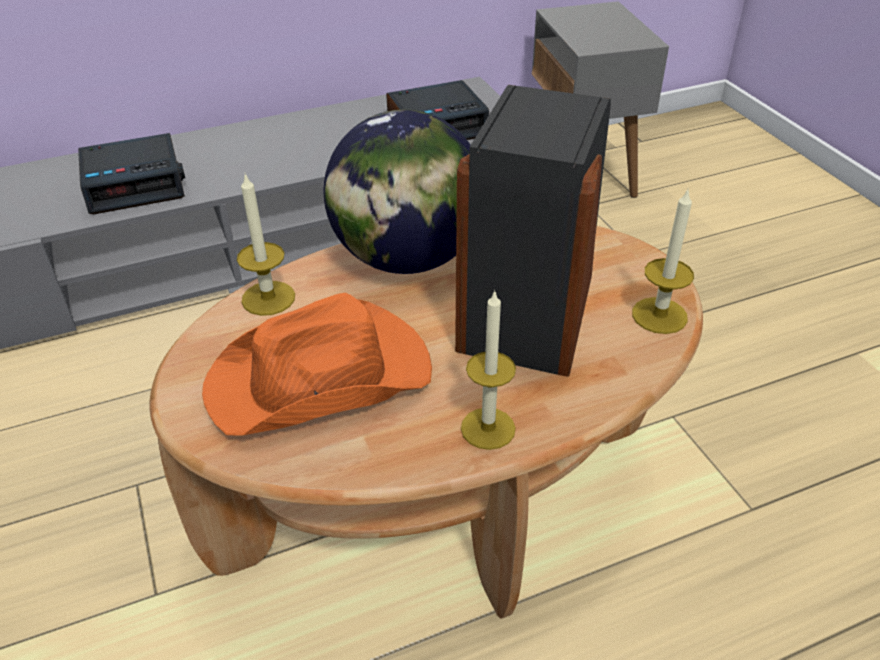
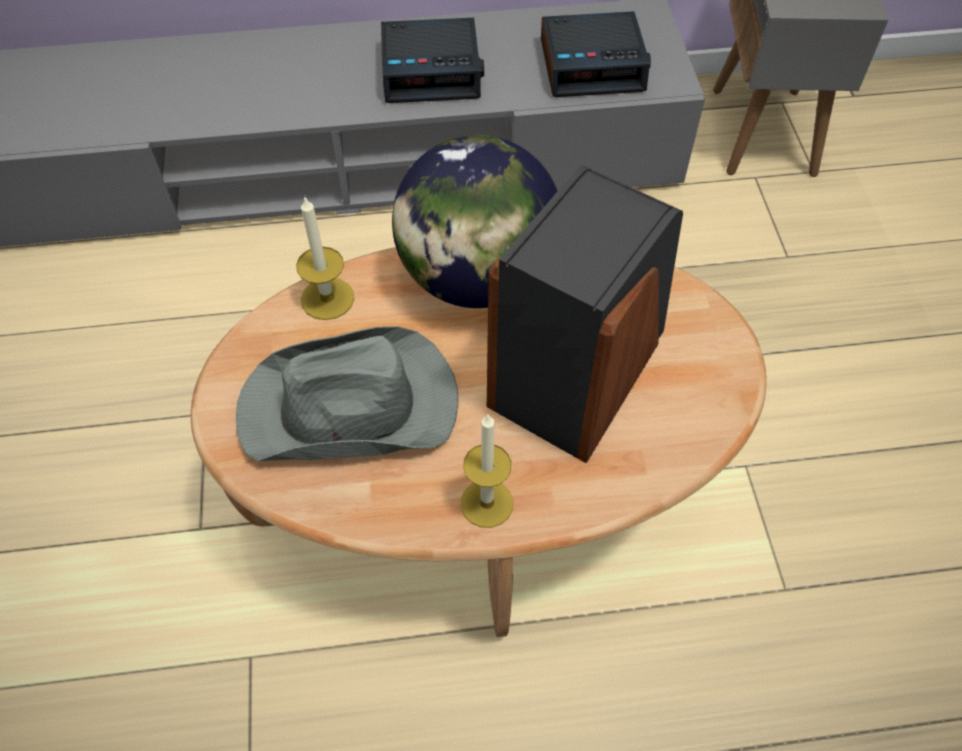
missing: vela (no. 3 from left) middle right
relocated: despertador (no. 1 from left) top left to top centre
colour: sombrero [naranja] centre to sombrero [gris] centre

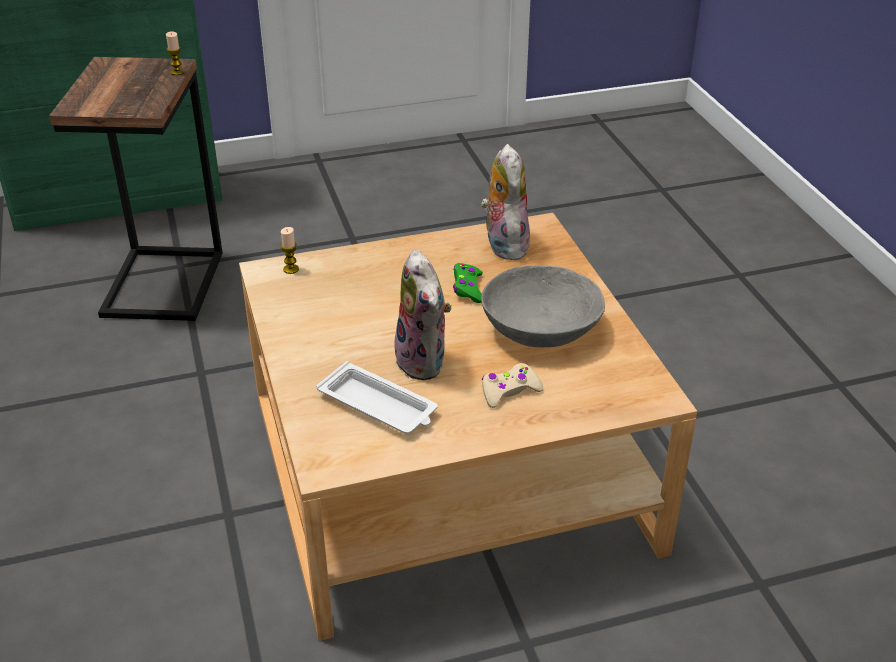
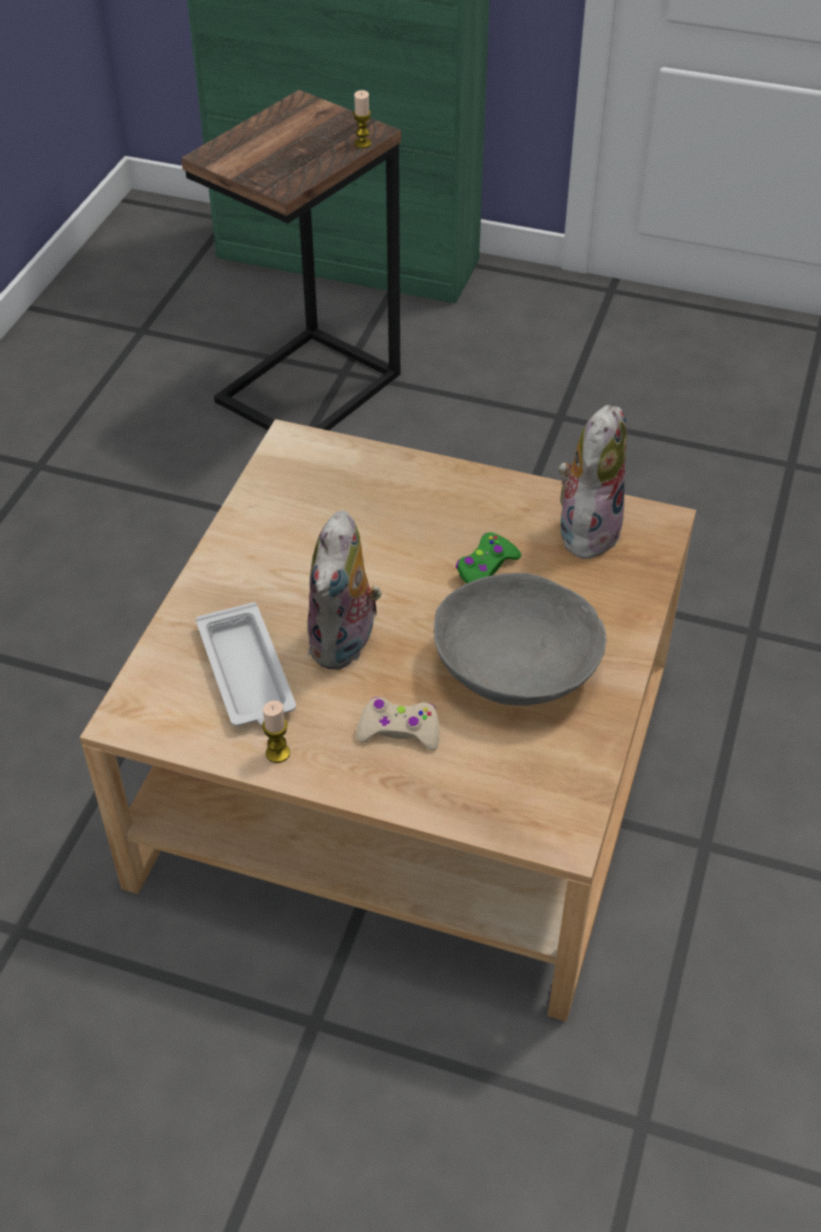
relocated: vela (no. 2 from left in the first image) middle left to vela (no. 1 from left) centre

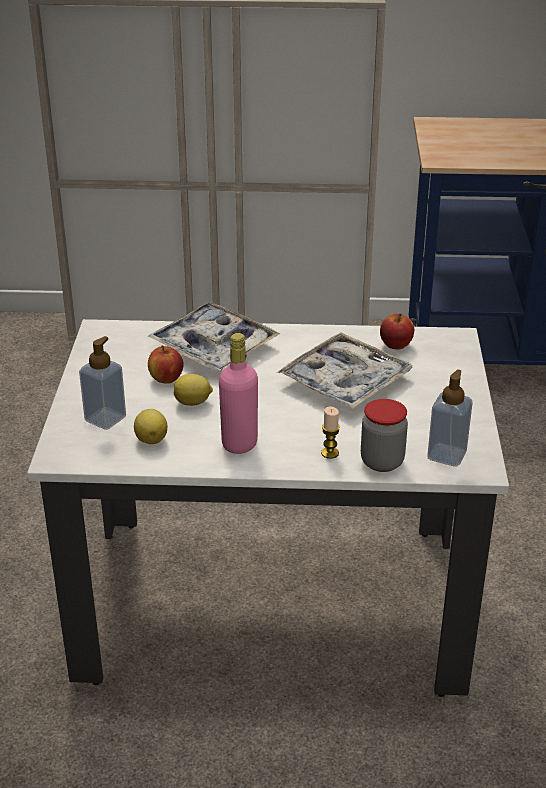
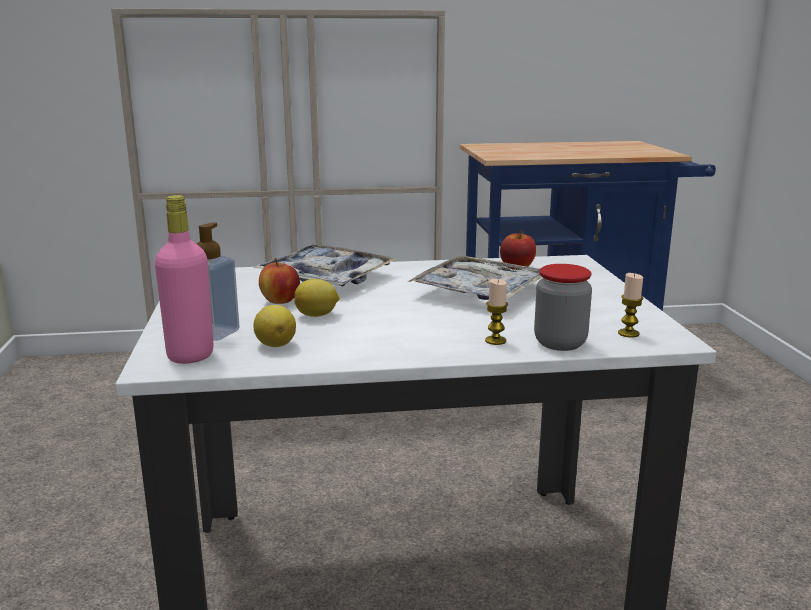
relocated: botella [rosa] centre to middle left
exchanged: dispensador de jabón (no. 2 from left) middle right to vela (no. 2 from left) middle right

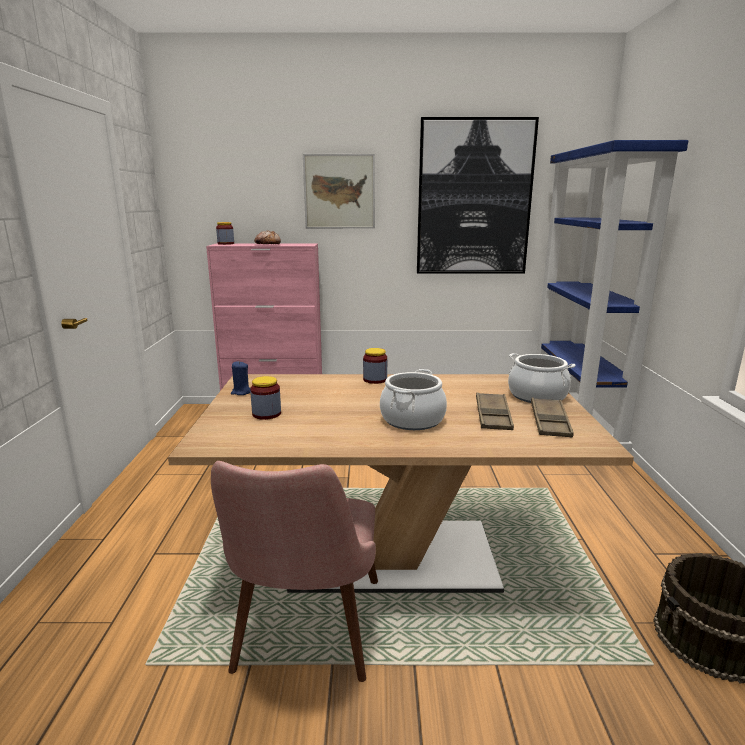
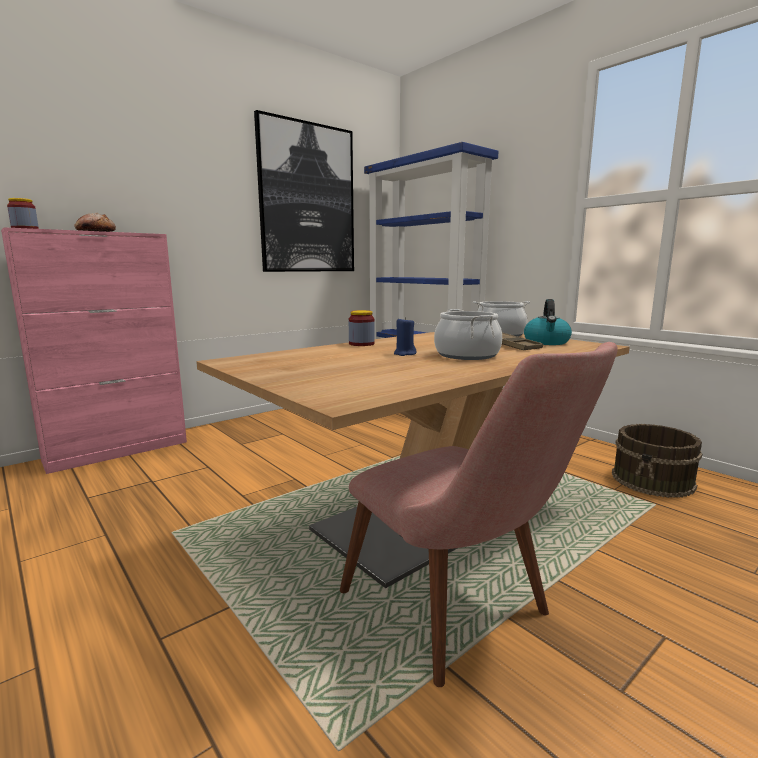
missing: tarro (no. 2 from left) centre; cuadro (no. 1 from left) top centre
relocated: vela [azul] middle left to centre
exchanged: bandeja [marrón] (no. 2 from left) middle right to hervidor middle right

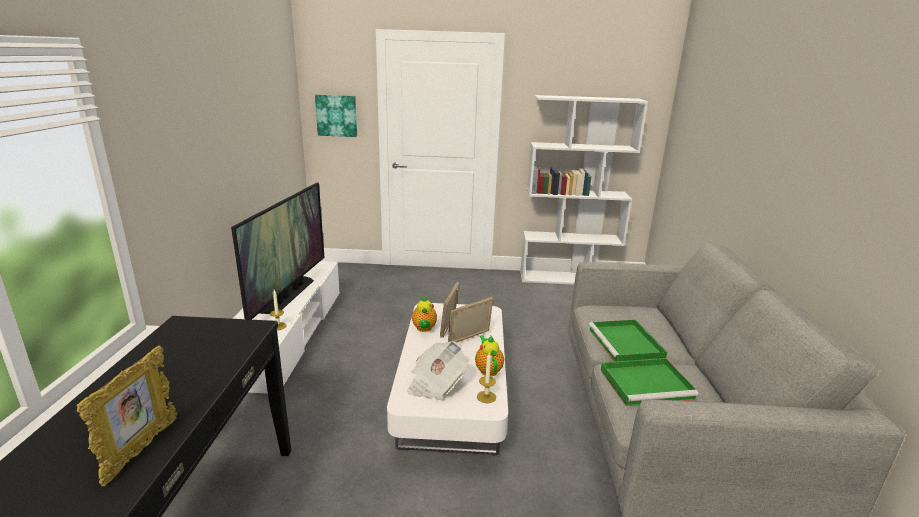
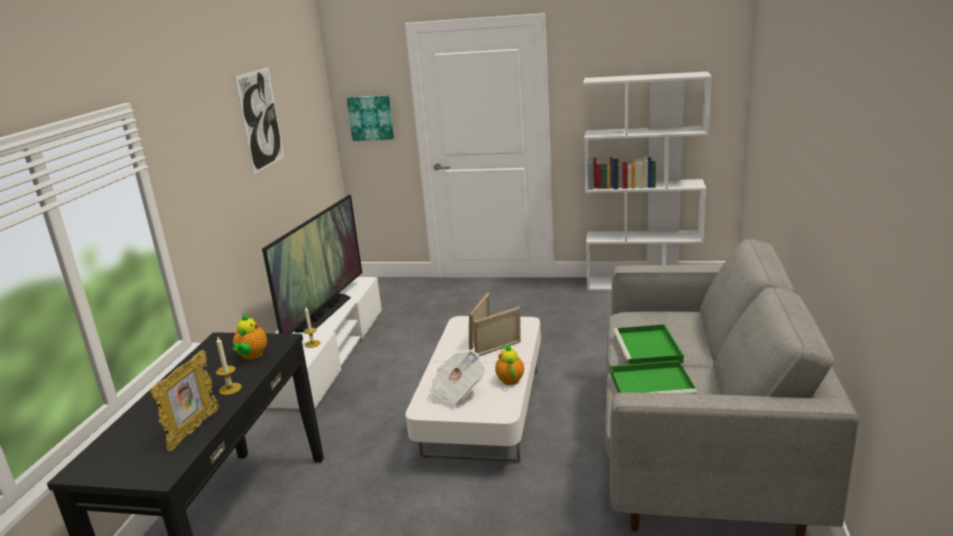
appeared: cuadro (no. 1 from left) top left
relocated: vela (no. 2 from left in the first image) bottom centre to vela (no. 1 from left) bottom left; tetera (no. 1 from left) centre to middle left

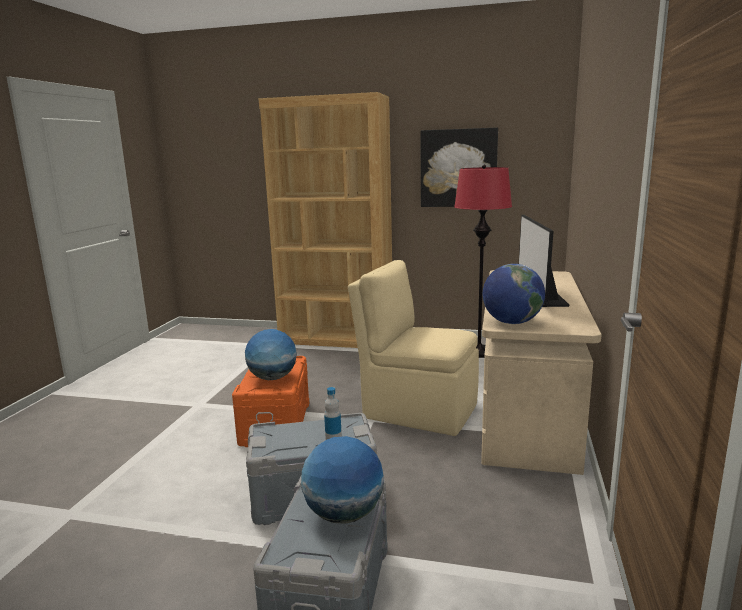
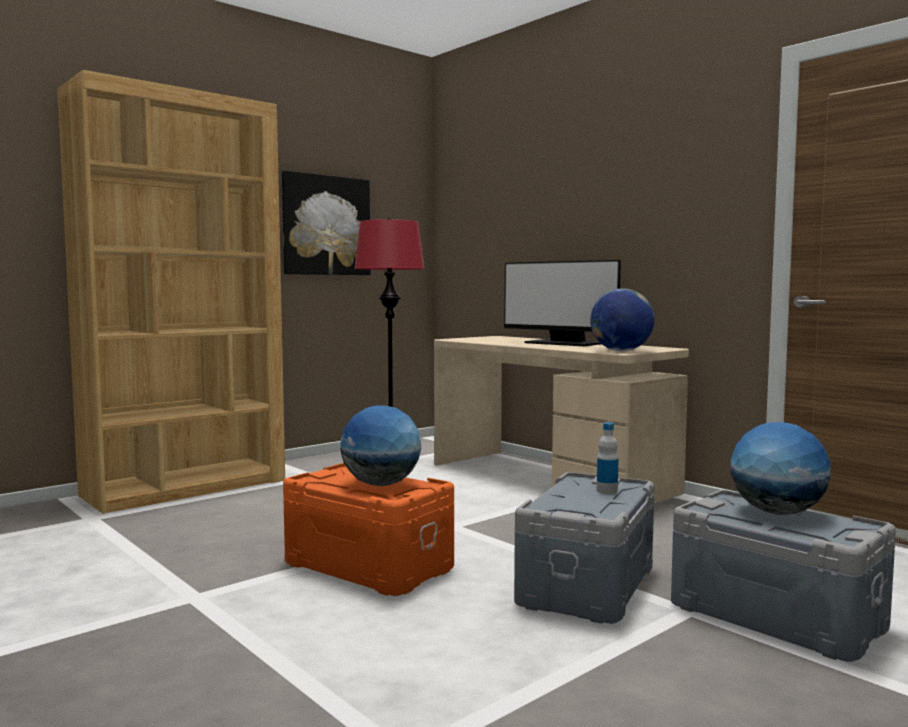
missing: silla [beis] centre

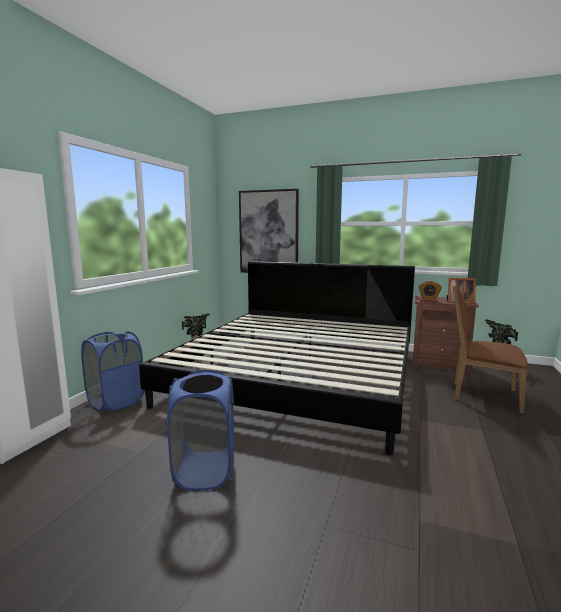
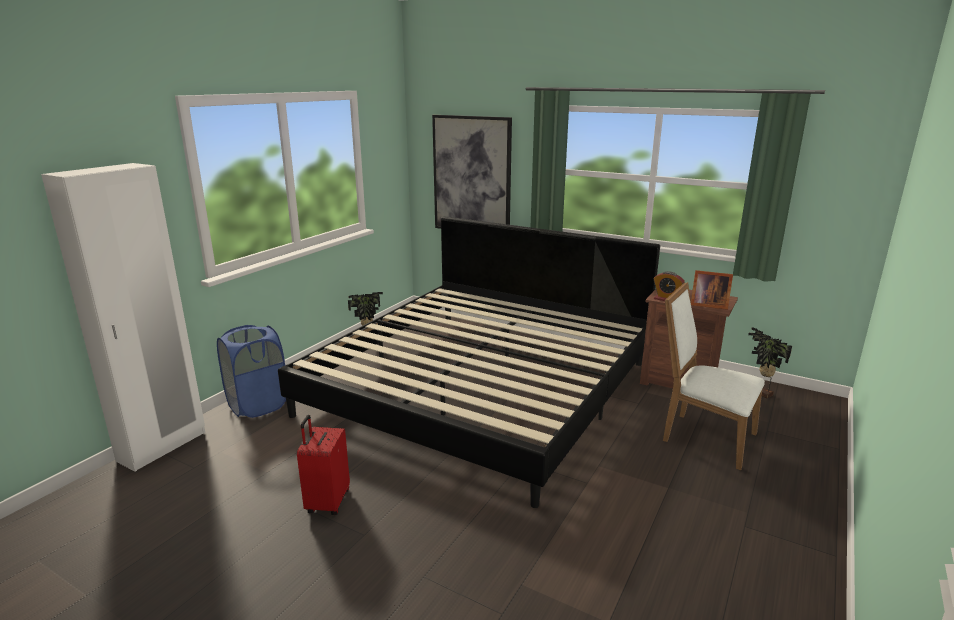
exchanged: cesto de la ropa [azul] (no. 2 from left) bottom centre to maleta [rojo] bottom centre
colour: silla [marrón] middle right to silla [blanco] middle right

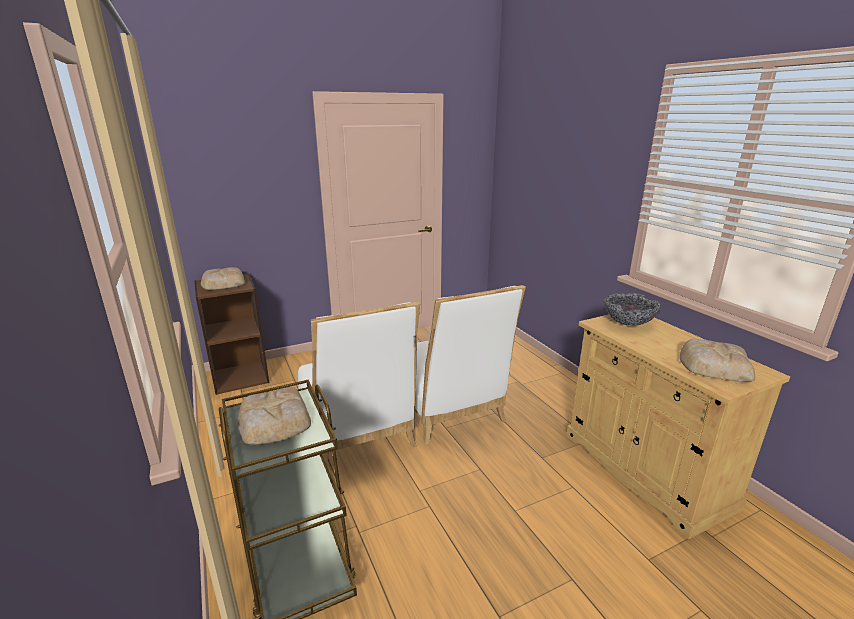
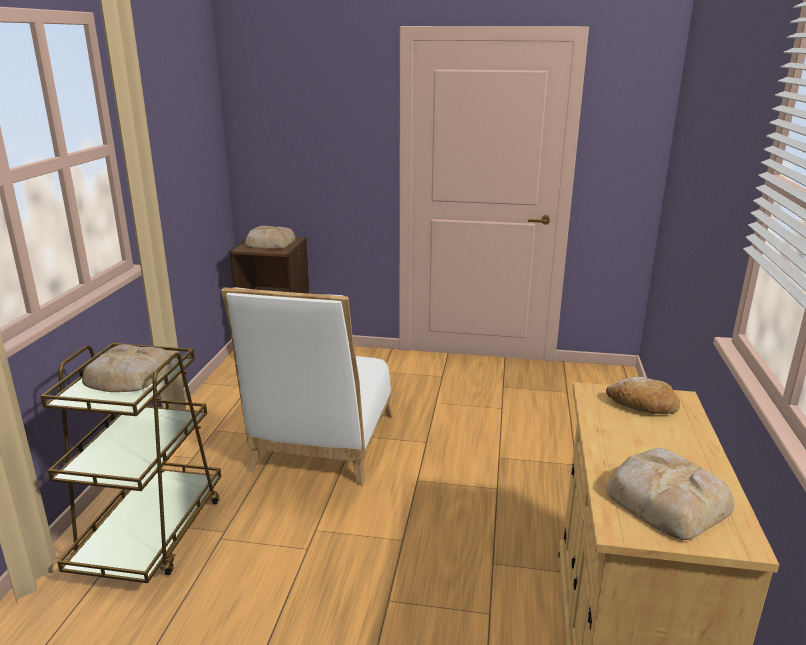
missing: silla [blanco] (no. 2 from left) centre
exchanged: cuenco middle right to pan (no. 3 from left) middle right

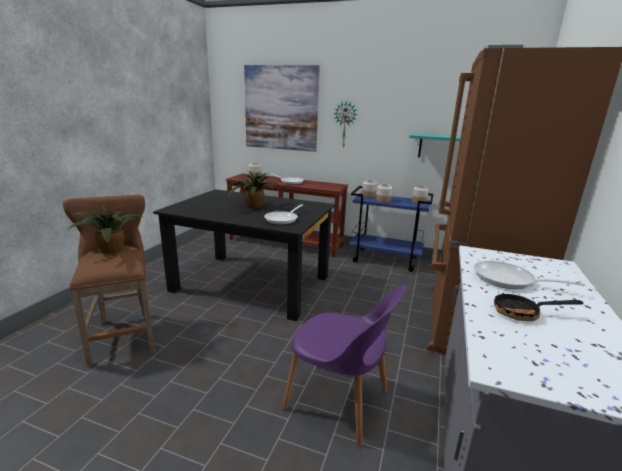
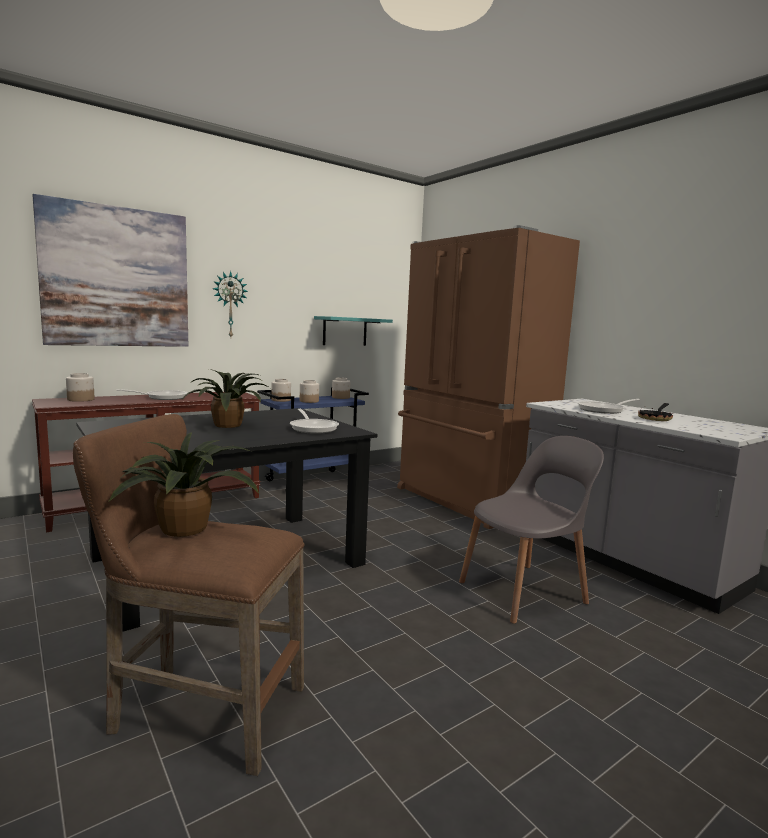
colour: silla [morado] bottom centre to silla [gris] middle right

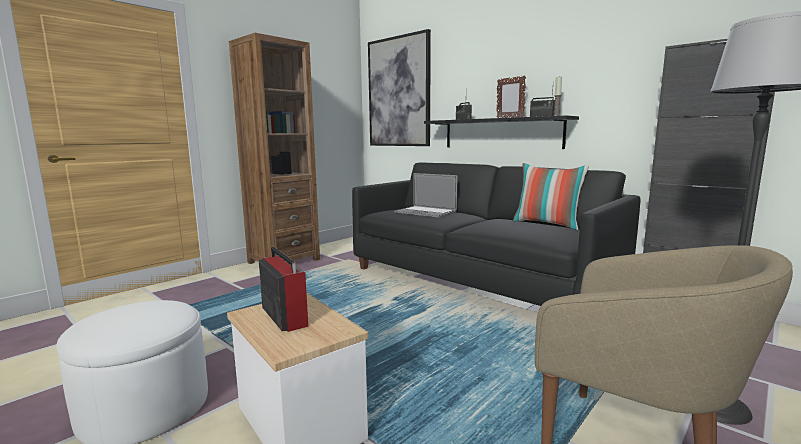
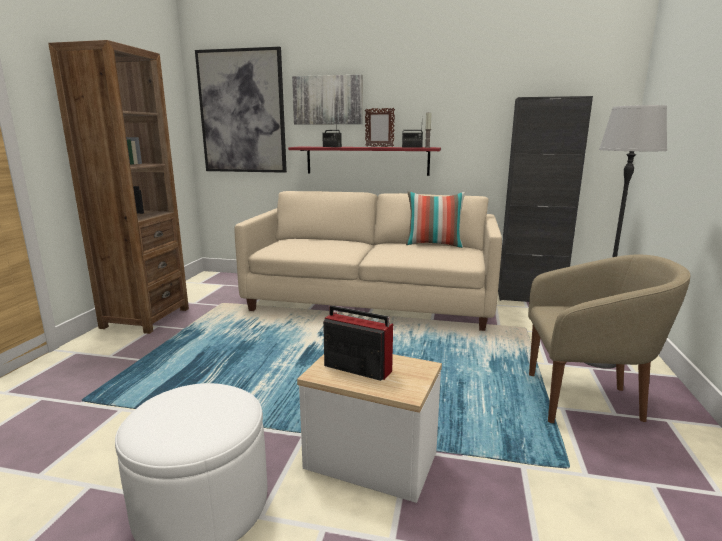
missing: portátil centre
appeared: cuadro (no. 2 from left) top centre
colour: sofá [negro] centre to sofá [beis] centre; estante [negro] top centre to estante [rojo] top centre

